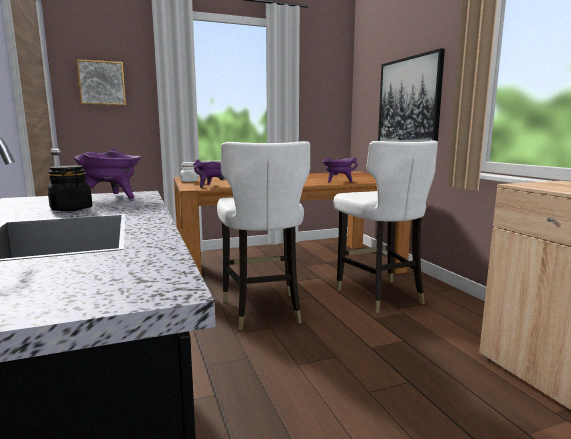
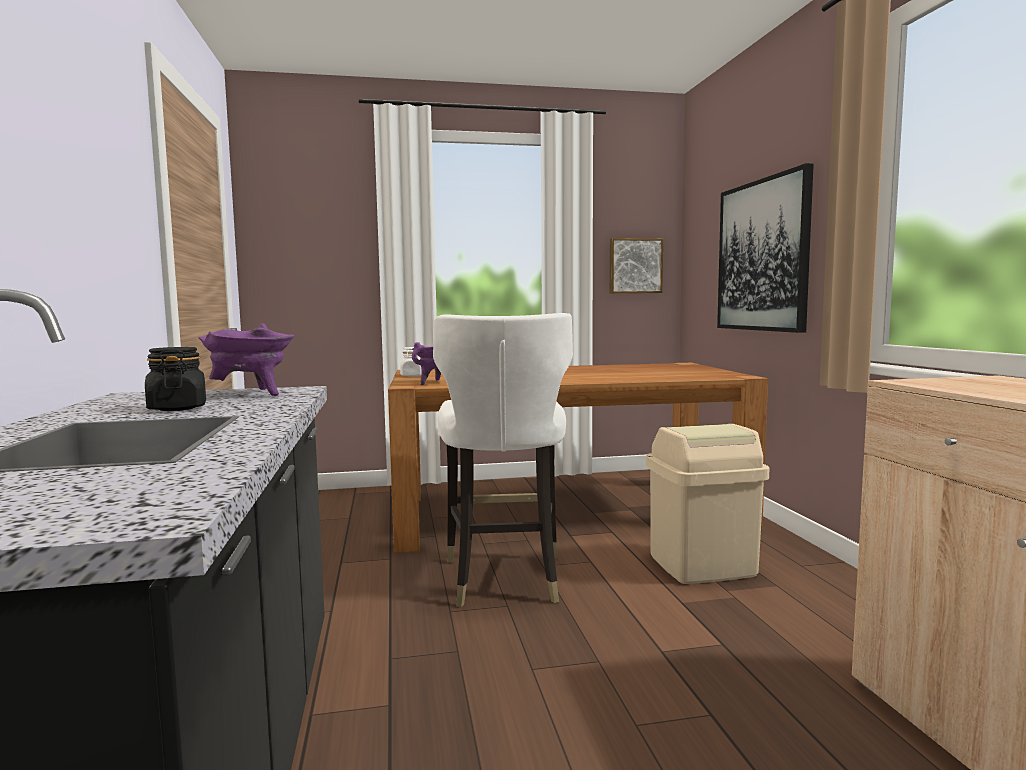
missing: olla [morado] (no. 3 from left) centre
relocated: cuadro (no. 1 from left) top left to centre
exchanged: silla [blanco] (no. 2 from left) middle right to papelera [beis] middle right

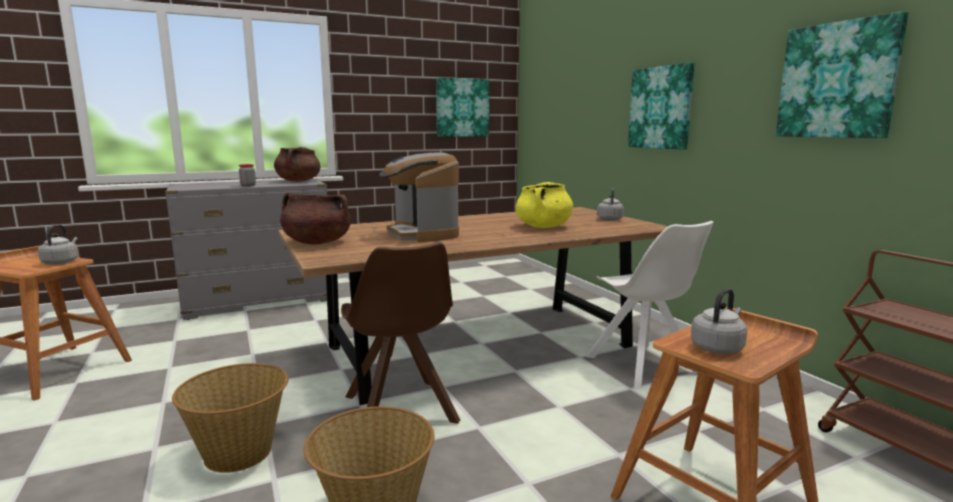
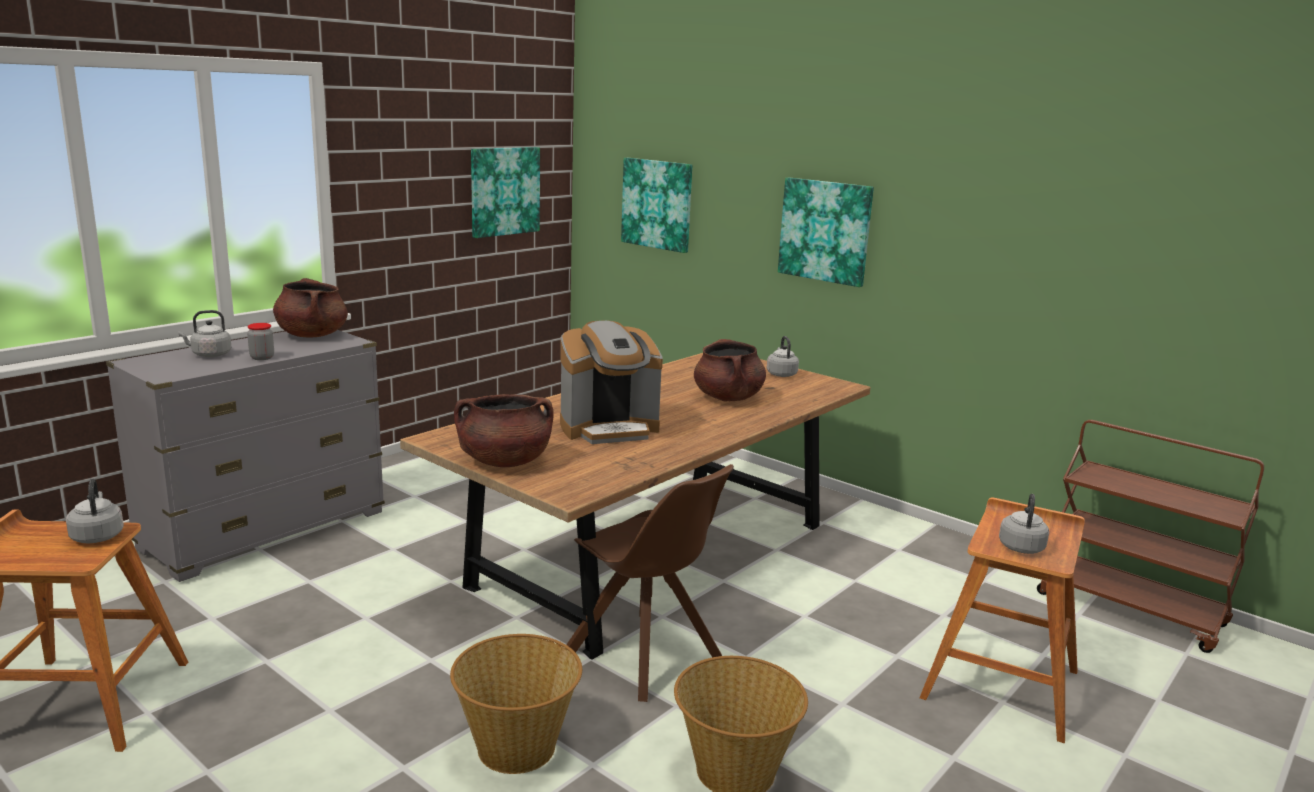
missing: silla [blanco] middle right
appeared: hervidor [gris] (no. 2 from left) middle left
relocated: cuadro (no. 3 from left in the first image) top right to cuadro (no. 2 from left) top centre
colour: olla [amarillo] centre to olla [marrón] (no. 3 from left) centre
spun: cafetera centre = centre 60 degrees counterclockwise

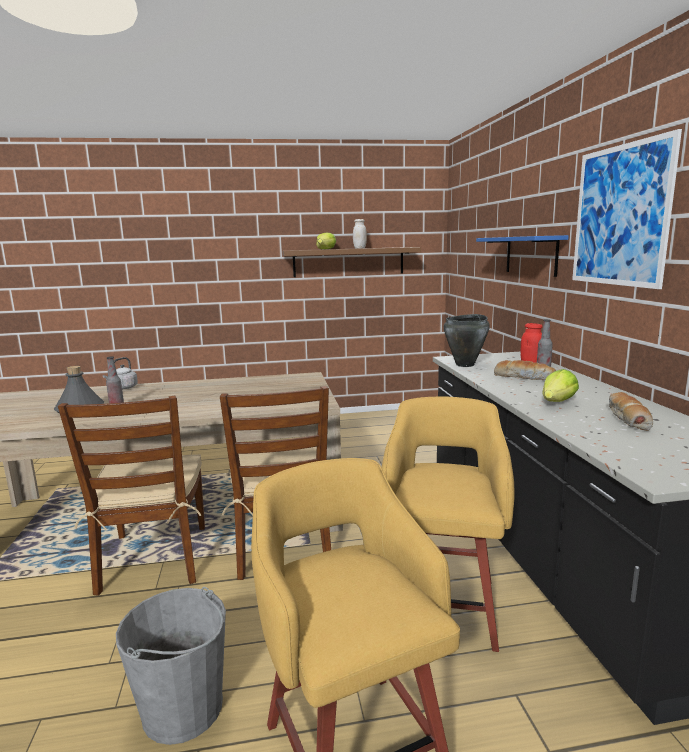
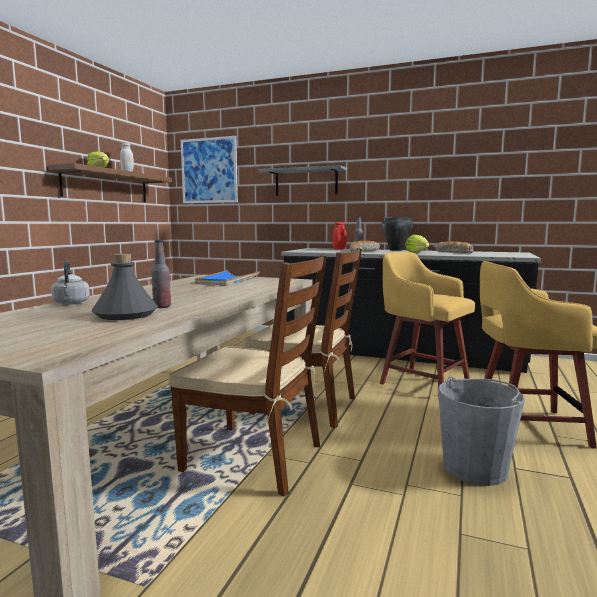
appeared: bandeja [azul] centre
relocated: cuadro top right to top centre; olla [negro] middle right to centre
colour: estante [azul] middle right to estante [gris] top centre

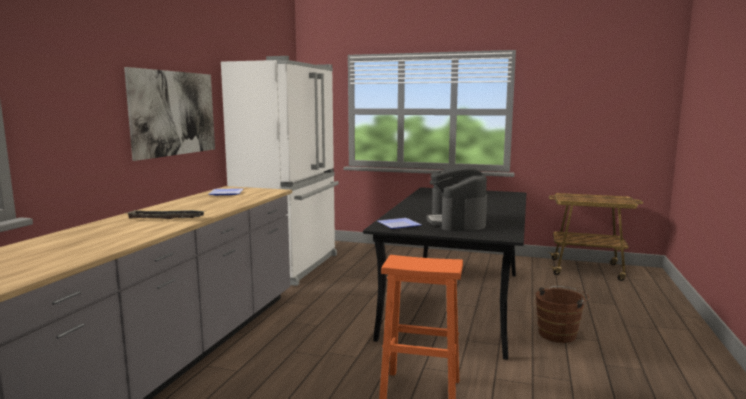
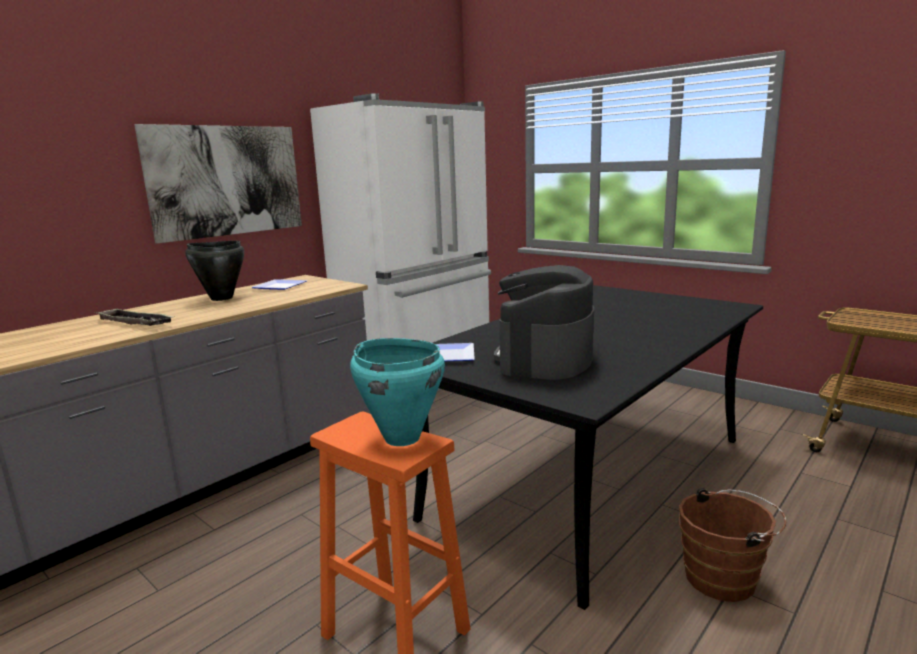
appeared: olla [negro] middle left; olla [turquesa] centre

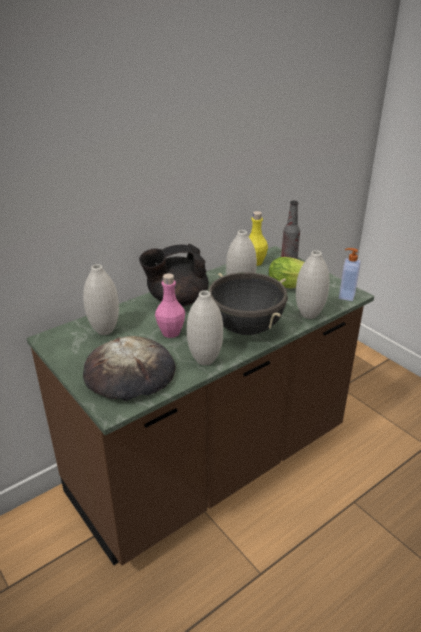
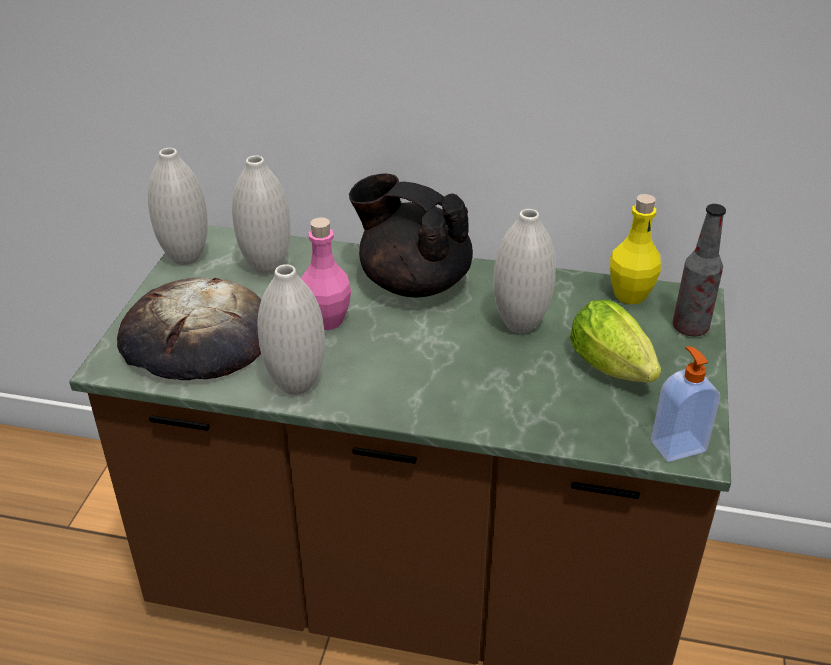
missing: olla [negro] centre
relocated: florero [blanco] (no. 4 from left in the first image) middle right to florero [blanco] (no. 1 from left) top left

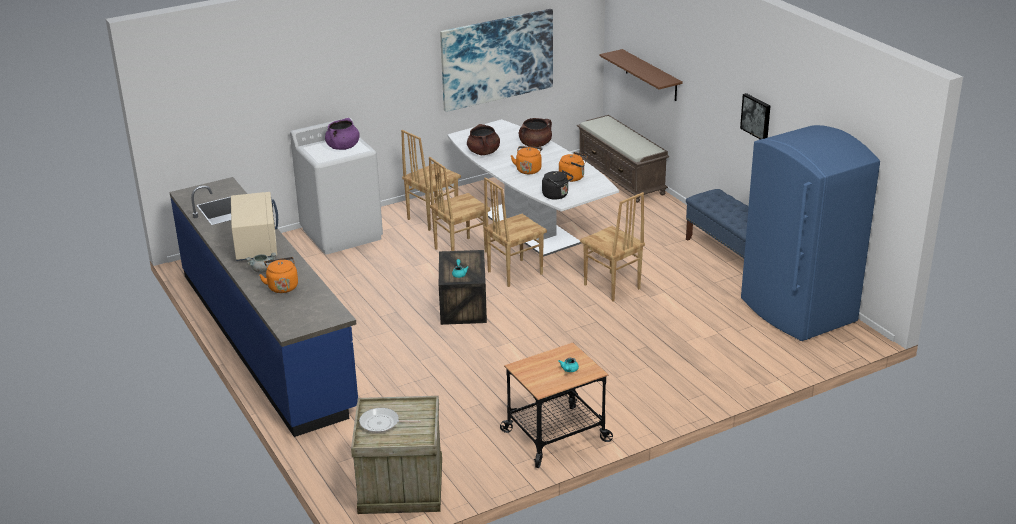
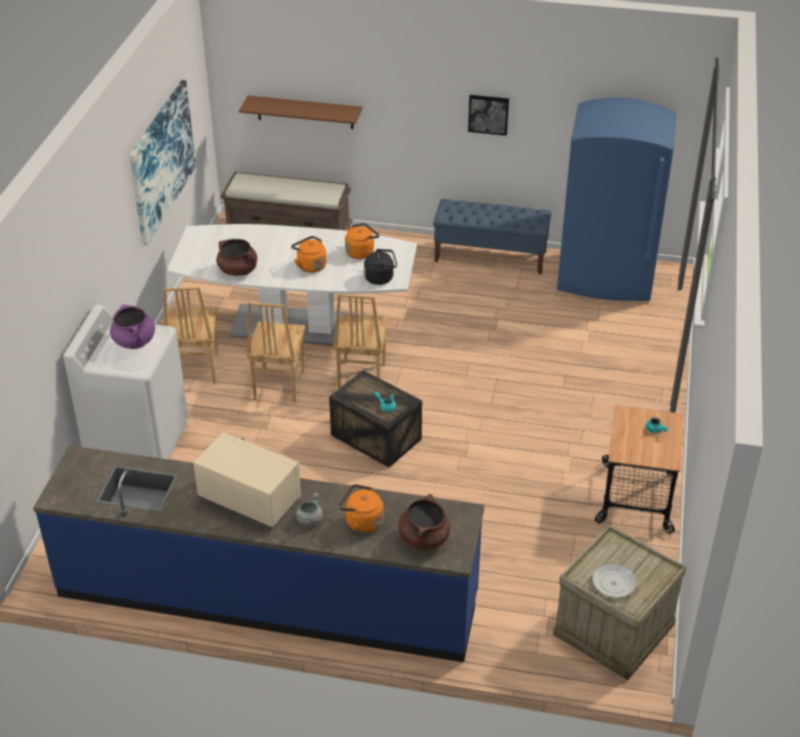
missing: silla [marrón] (no. 4 from left) centre
relocated: olla [marrón] (no. 2 from left) top centre to bottom centre

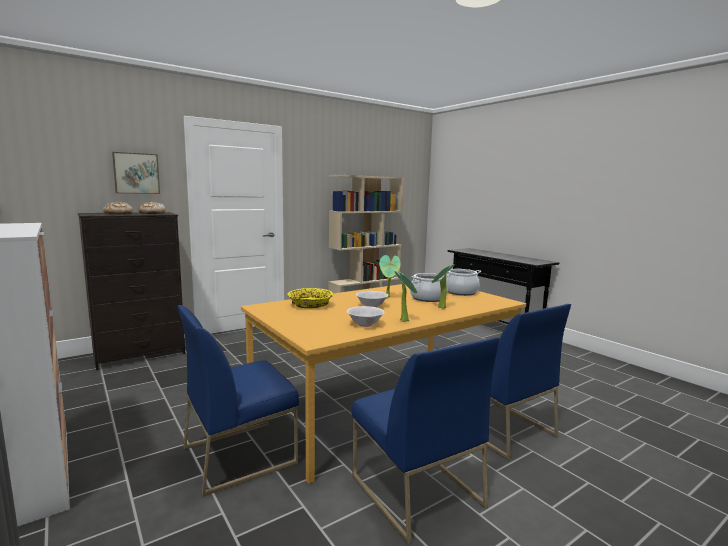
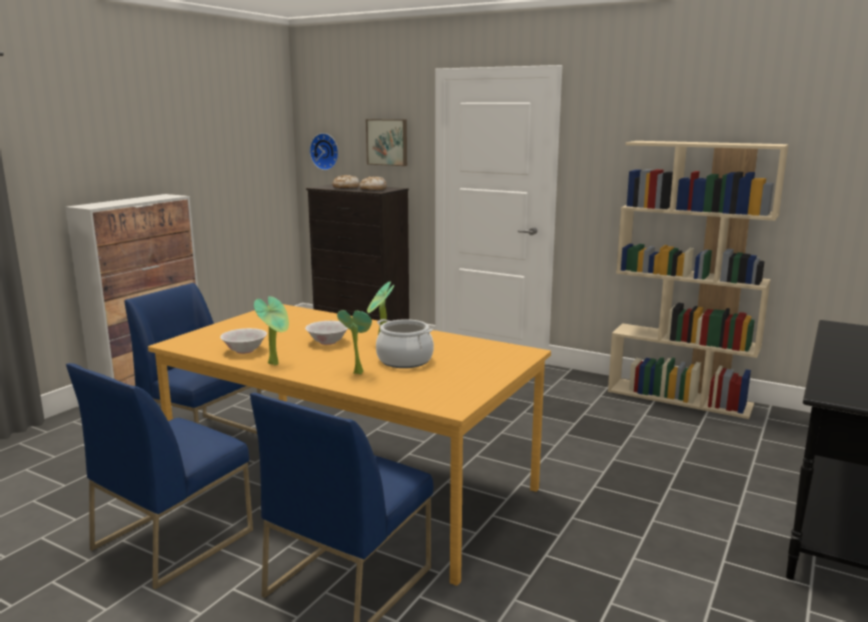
missing: cuenco [amarillo] centre; olla (no. 2 from left) centre
appeared: reloj de pared top centre

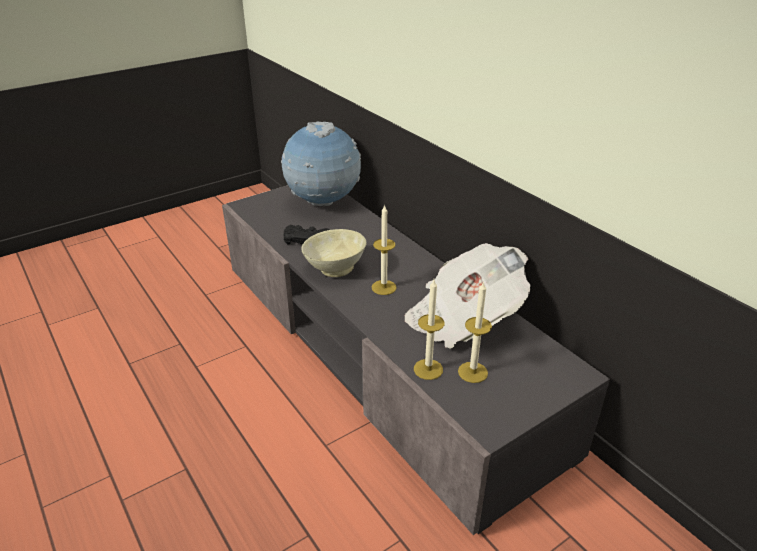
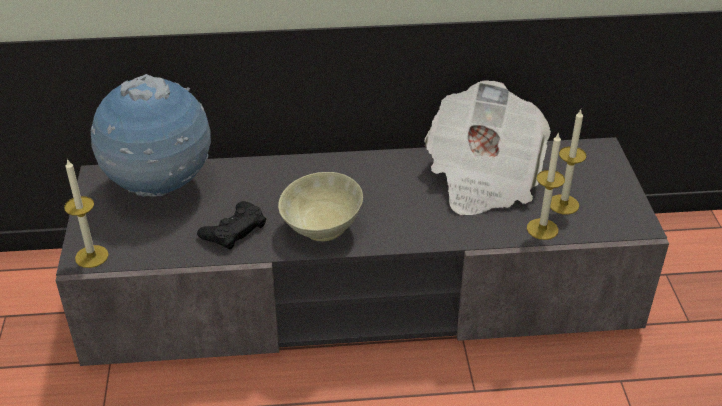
relocated: vela (no. 1 from left) centre to middle left

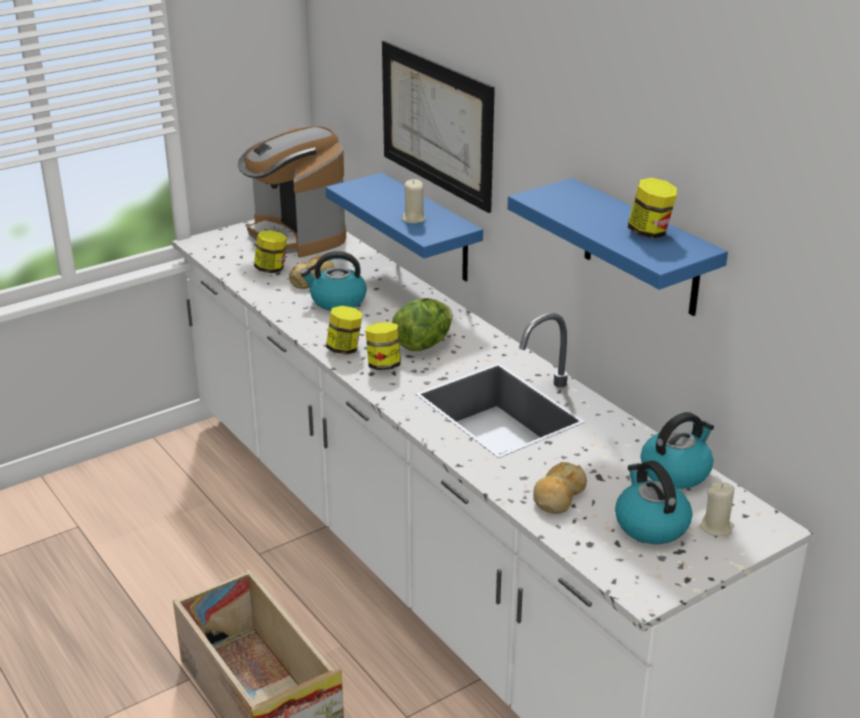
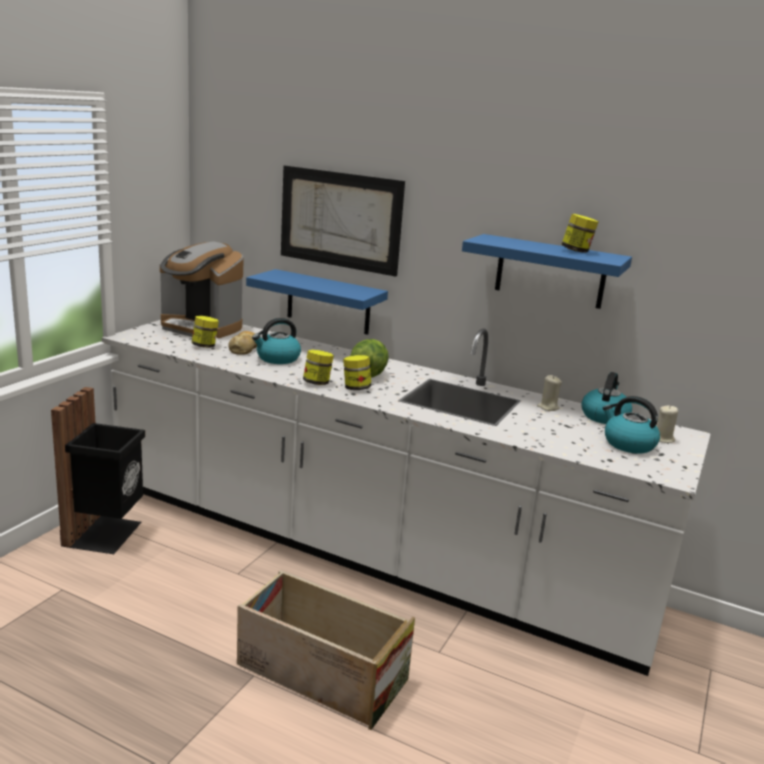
missing: pan (no. 2 from left) bottom centre
appeared: papelera [negro] middle left
relocated: vela [beis] (no. 1 from left) top centre to middle right

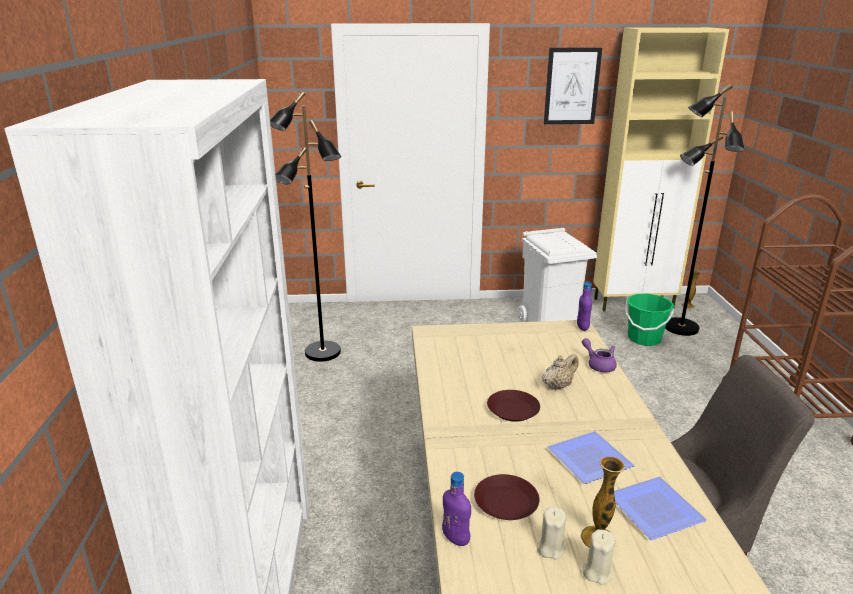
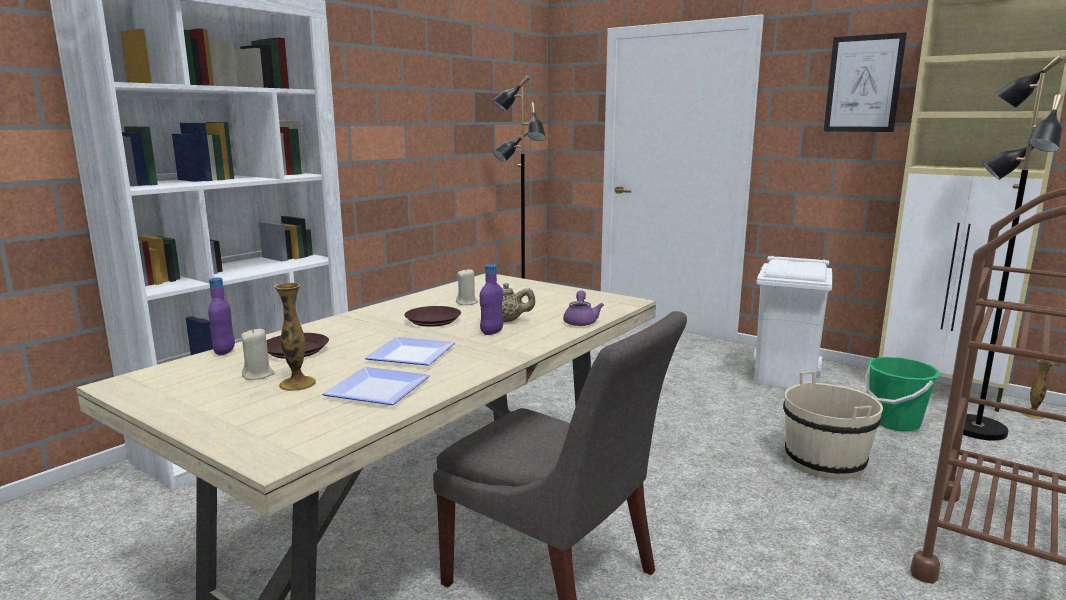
appeared: cubo [beis] bottom right
relocated: vela [beis] (no. 2 from left) bottom right to centre; botella [morado] (no. 2 from left) middle right to centre

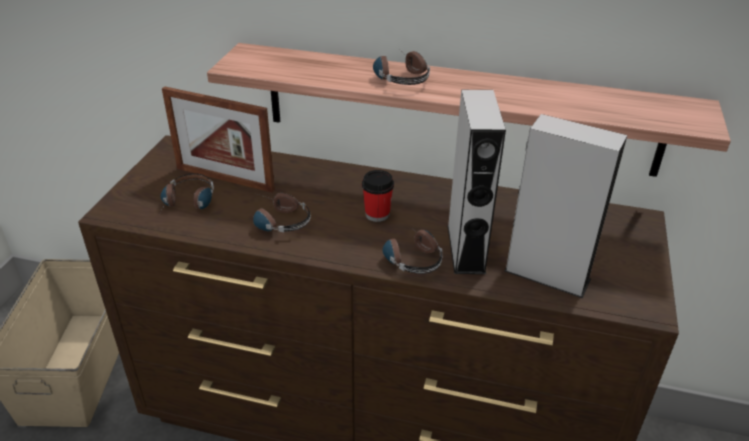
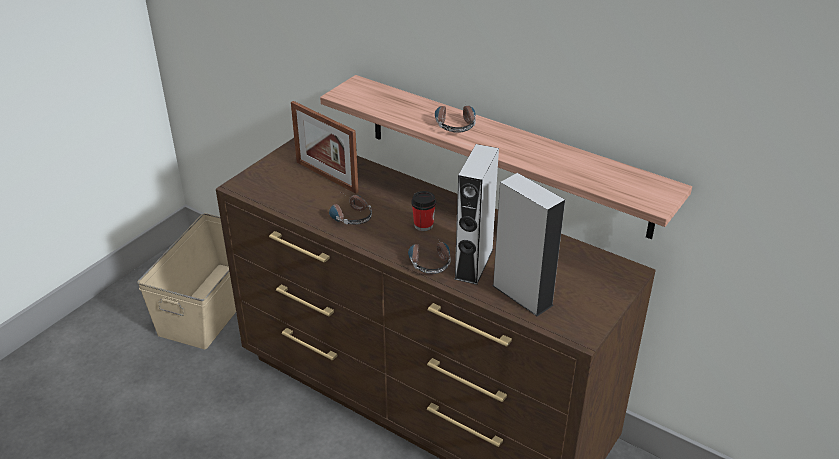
missing: auriculares (no. 1 from left) middle left

